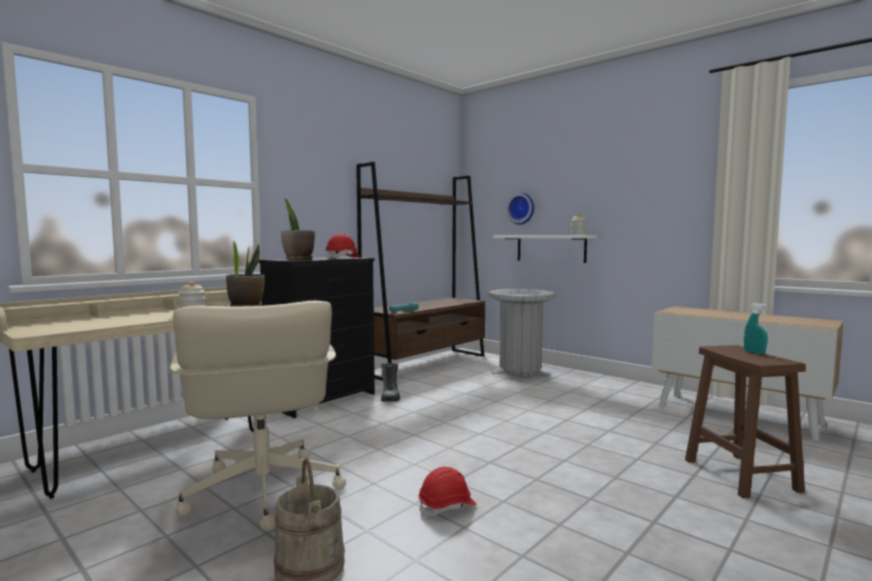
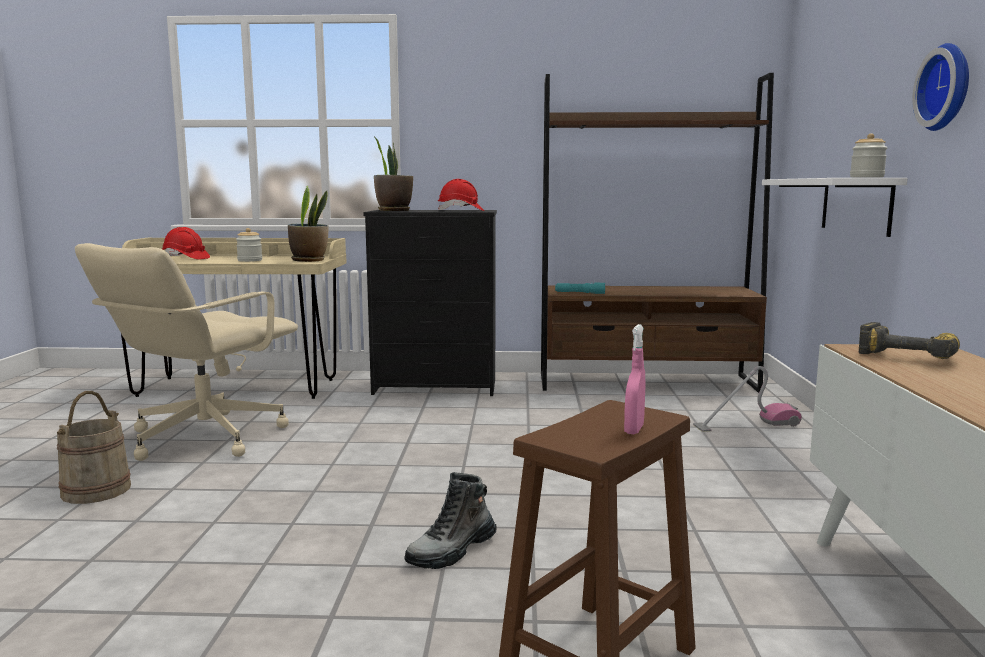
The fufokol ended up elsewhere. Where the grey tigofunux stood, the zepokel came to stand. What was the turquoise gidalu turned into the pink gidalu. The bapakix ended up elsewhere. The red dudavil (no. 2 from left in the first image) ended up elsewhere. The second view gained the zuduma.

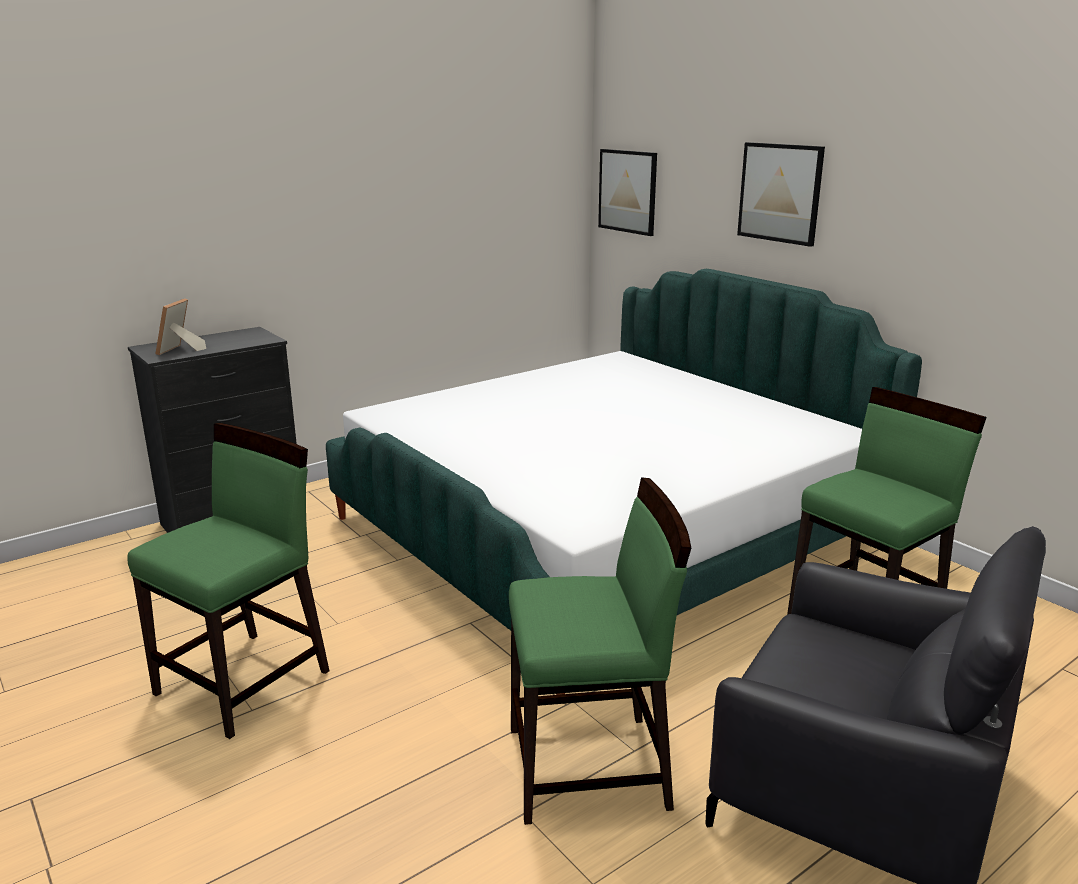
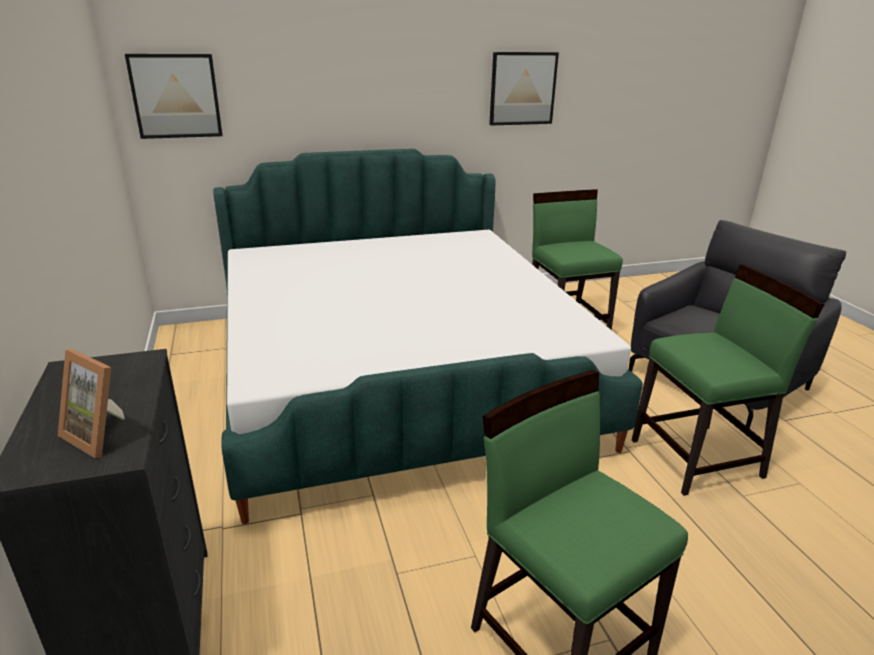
The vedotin (no. 2 from left) ended up elsewhere. The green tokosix (no. 2 from left in the first image) ended up facing another way, 60 degrees clockwise from before.

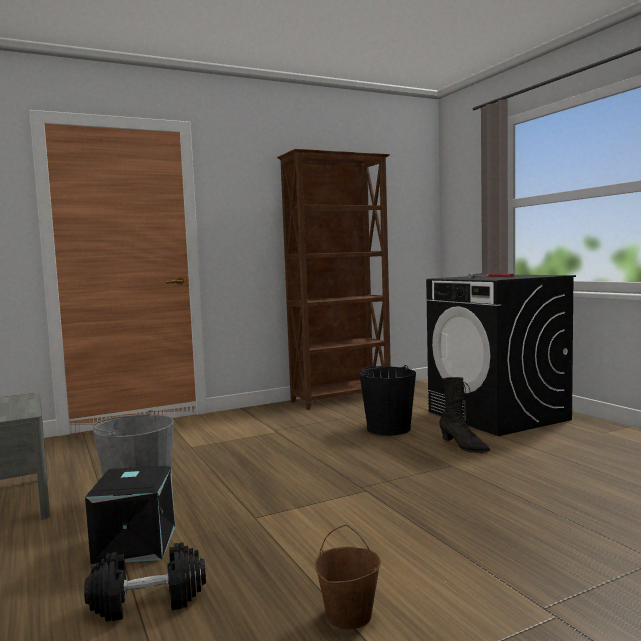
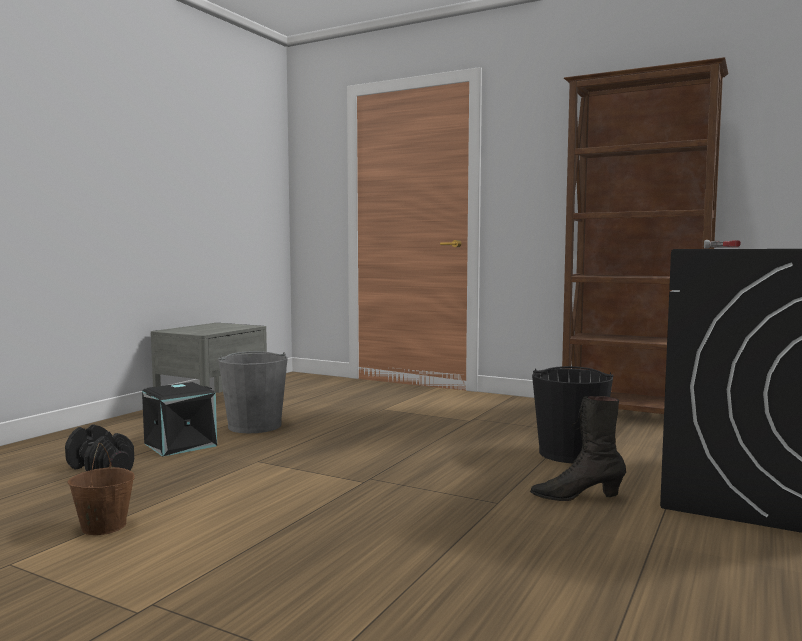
The black bapakix ended up facing another way, 75 degrees clockwise from before.

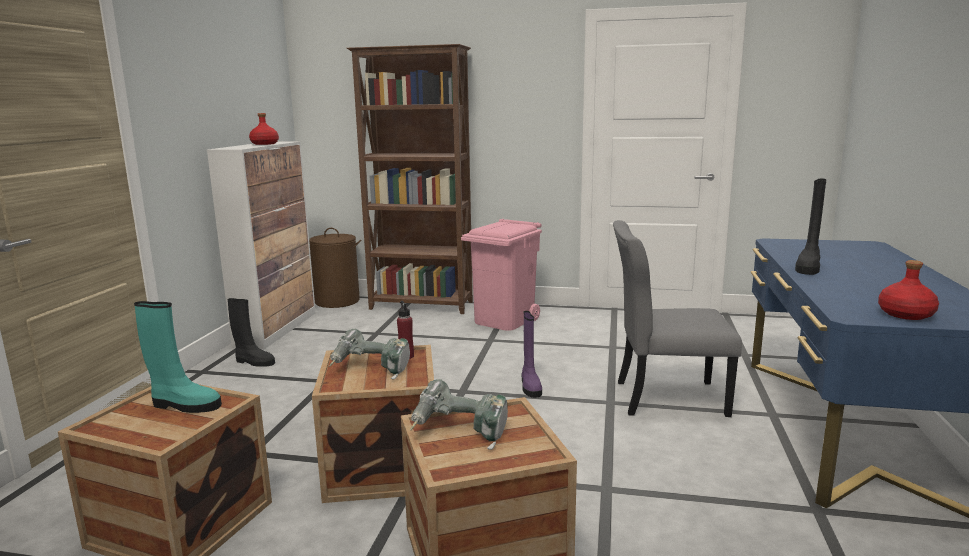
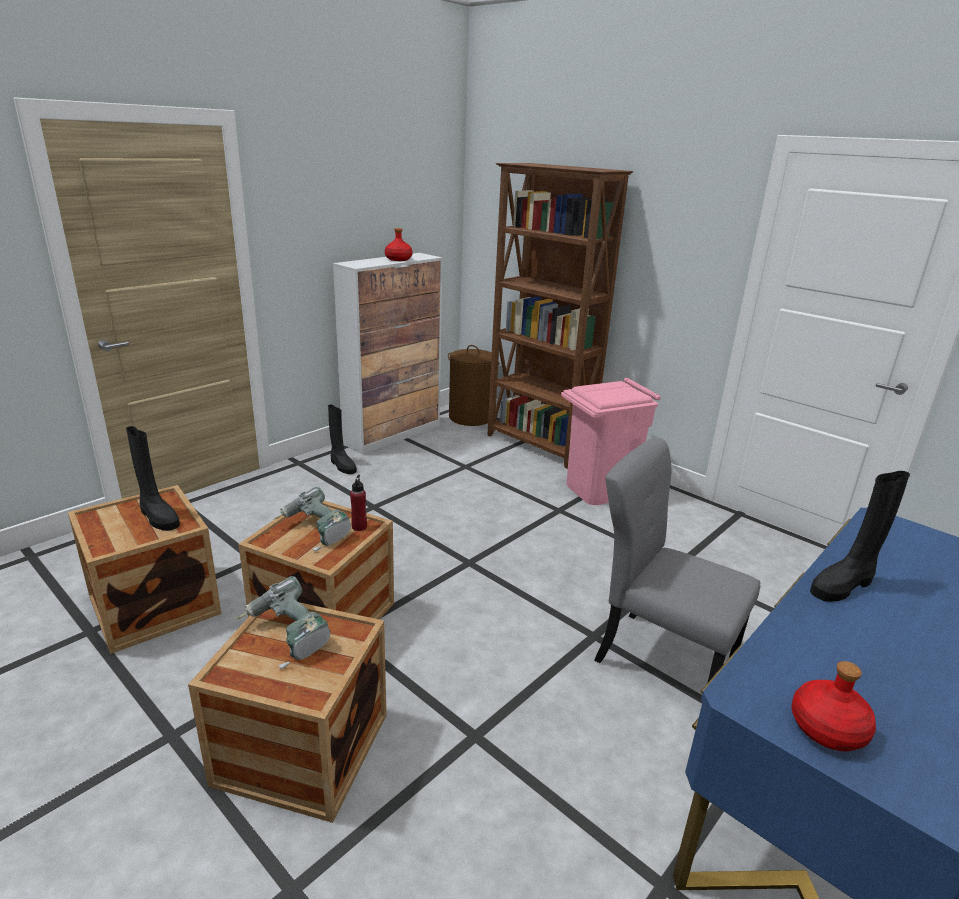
What was the turquoise bapakix turned into the black bapakix (no. 1 from left). The second view lost the purple bapakix.

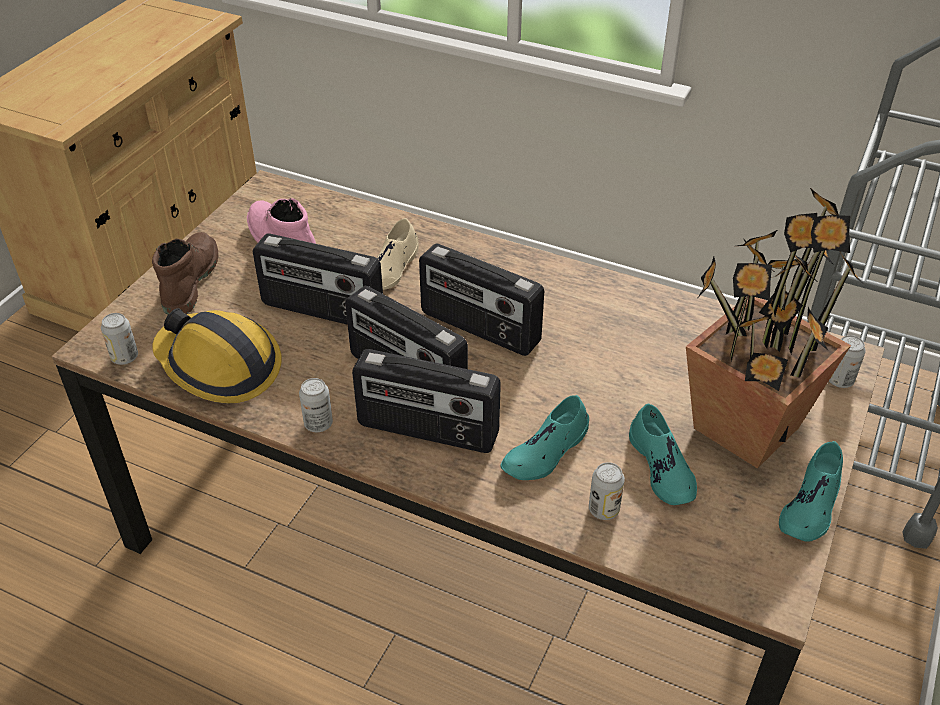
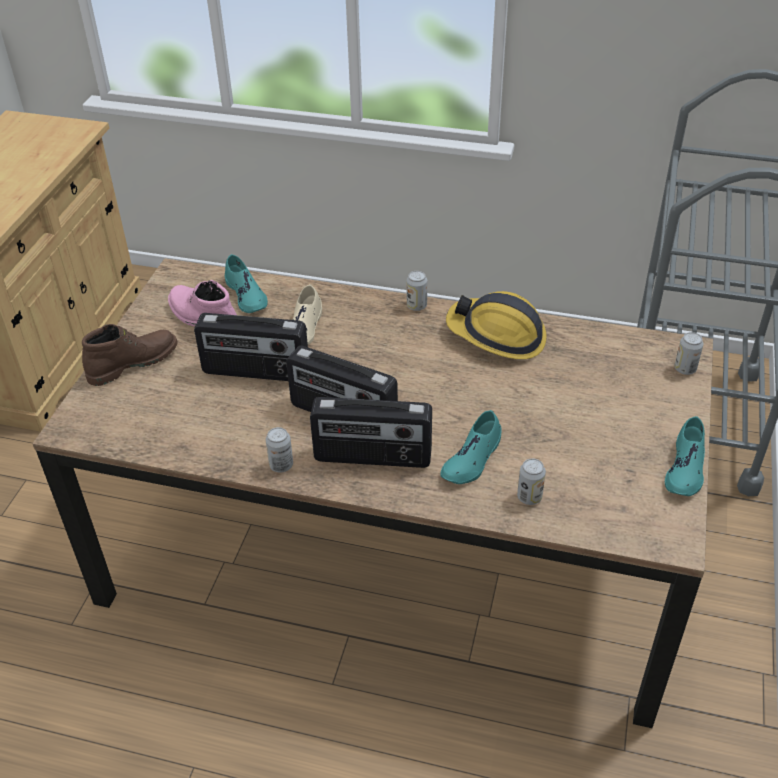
The second view lost the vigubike. The brown bapakix ended up facing another way, 60 degrees clockwise from before. The second view lost the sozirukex (no. 4 from left). The dudavil ended up elsewhere. The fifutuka (no. 1 from left in the first image) ended up elsewhere. The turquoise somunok (no. 2 from left in the first image) ended up elsewhere.

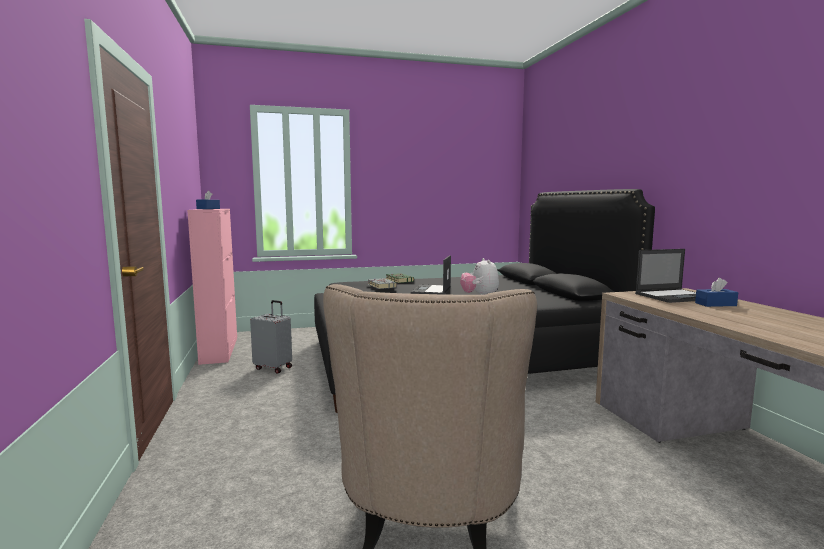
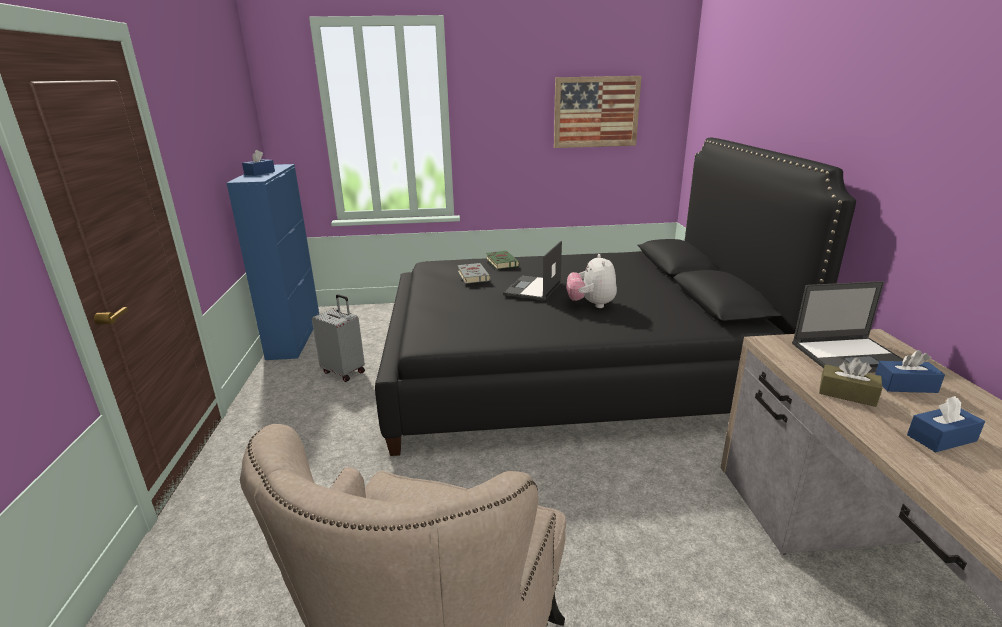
What was the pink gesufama turned into the blue gesufama. The second view gained the vedotin. The second view gained the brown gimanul. The second view gained the blue gimanul (no. 3 from left).

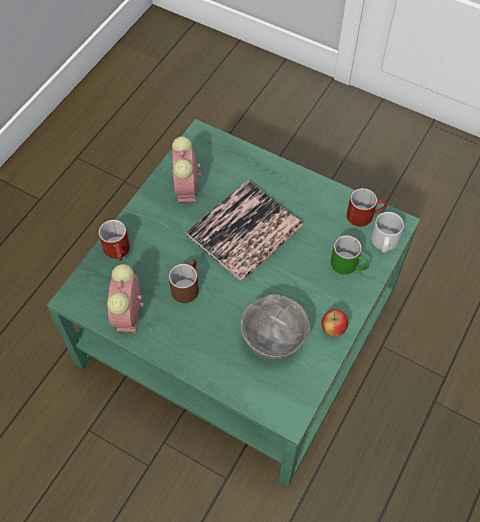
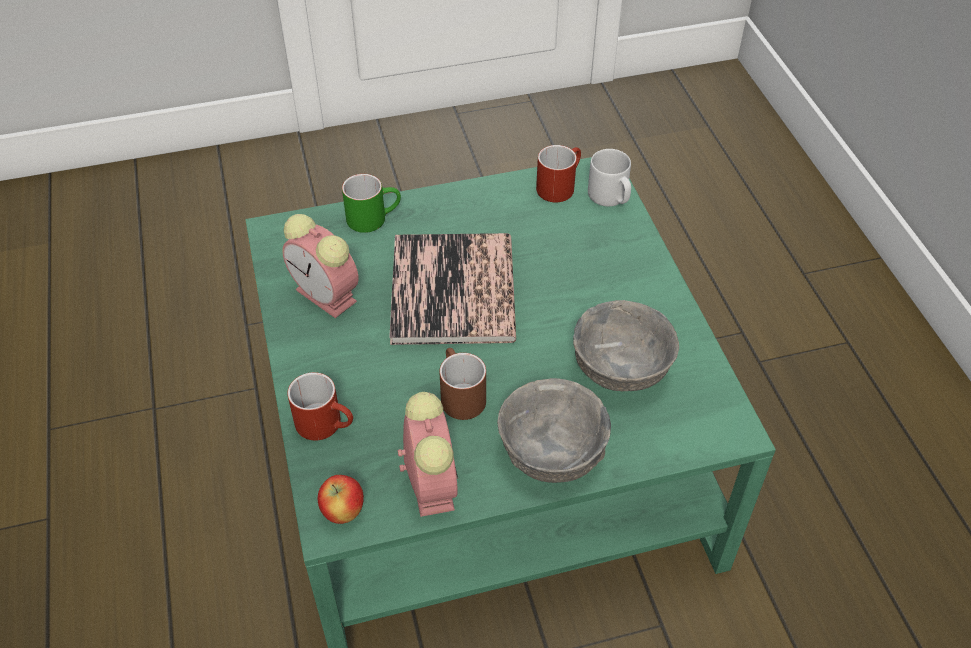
The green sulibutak ended up elsewhere. The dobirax (no. 1 from left in the first image) ended up facing another way, 150 degrees counterclockwise from before. The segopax ended up elsewhere. The second view gained the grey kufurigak (no. 1 from left).

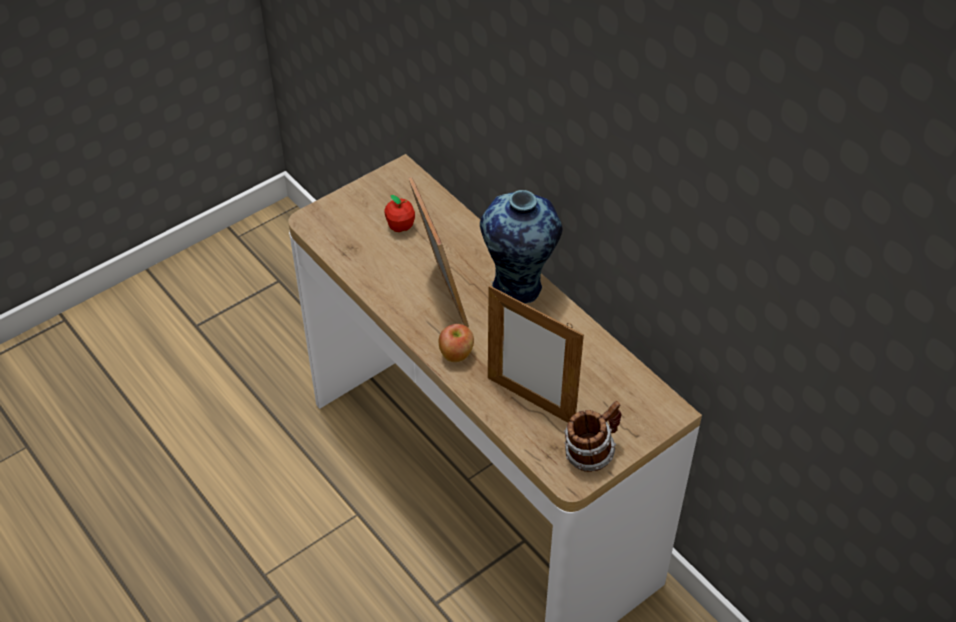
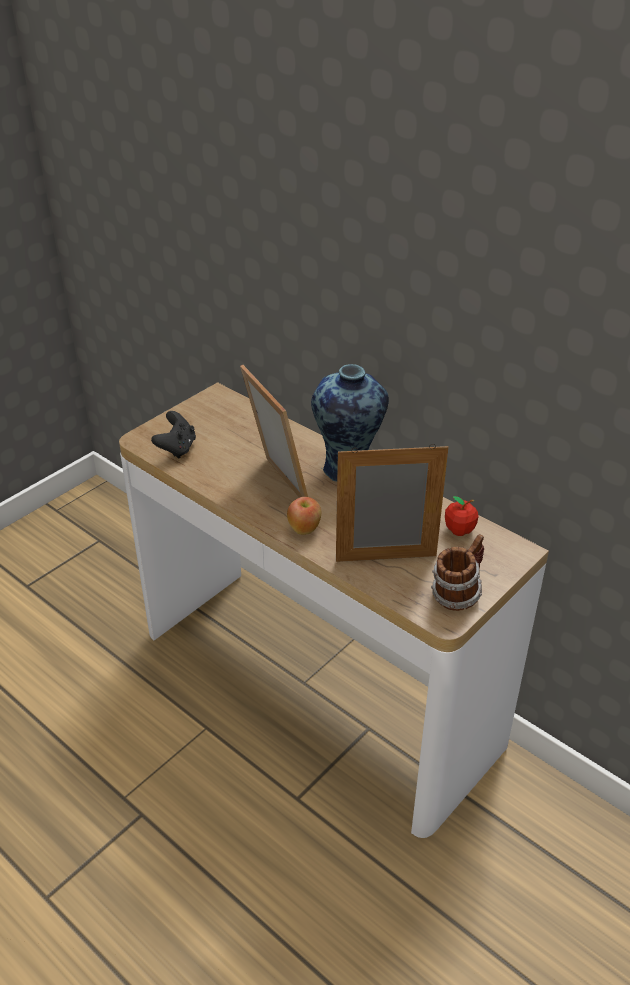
The segopax (no. 1 from left in the first image) ended up elsewhere. The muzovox (no. 2 from left) ended up facing another way, 150 degrees clockwise from before. The second view gained the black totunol.

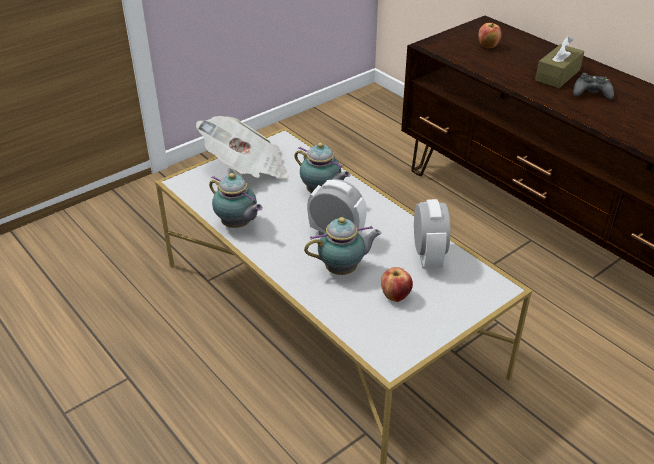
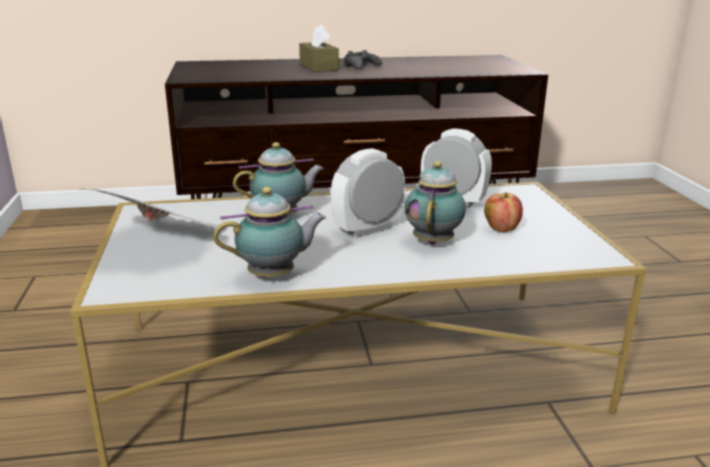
The second view lost the segopax (no. 2 from left).

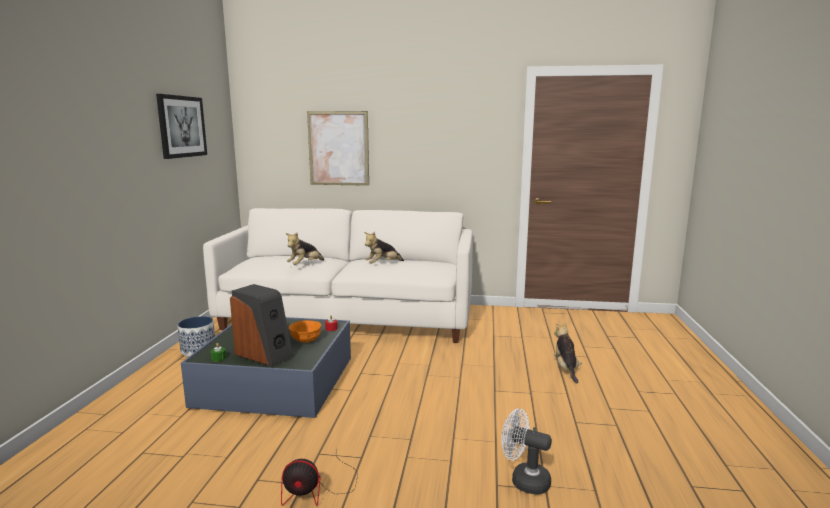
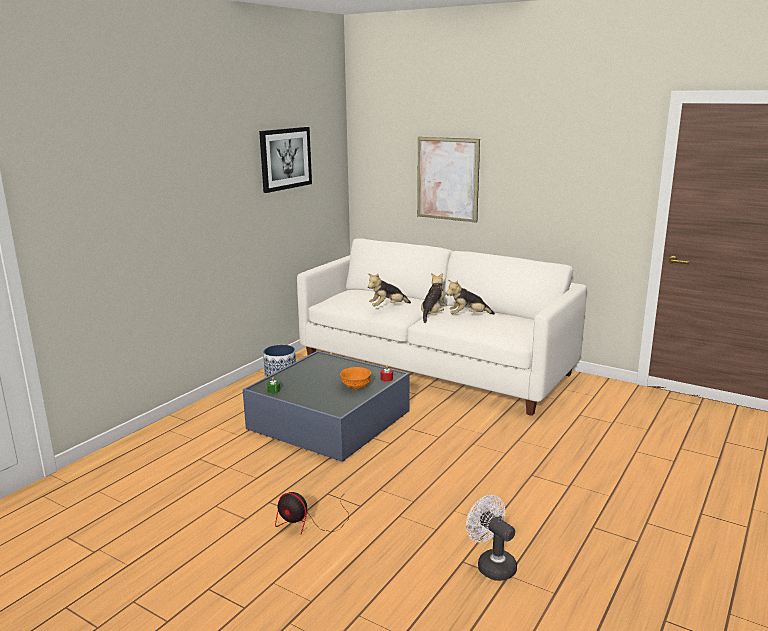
The second view lost the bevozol. The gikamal (no. 3 from left in the first image) ended up elsewhere.

